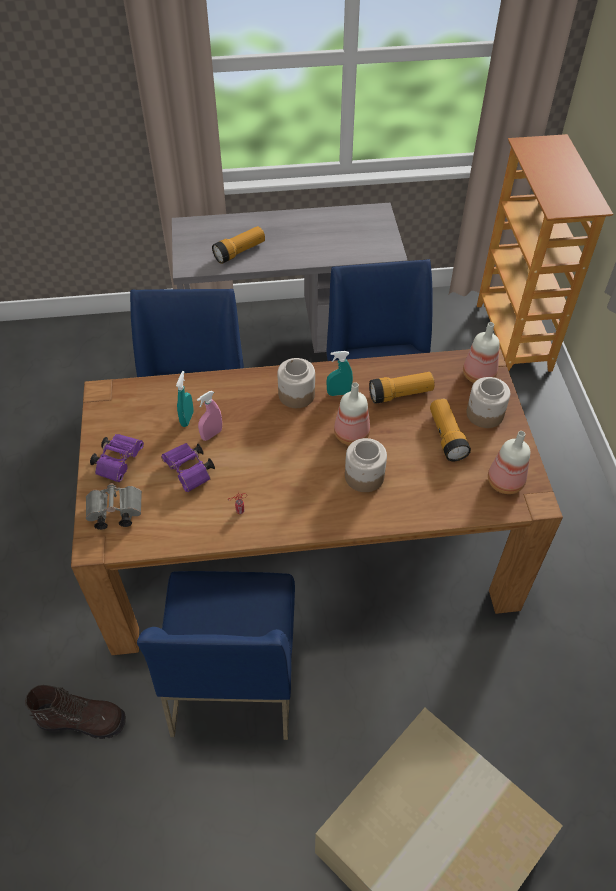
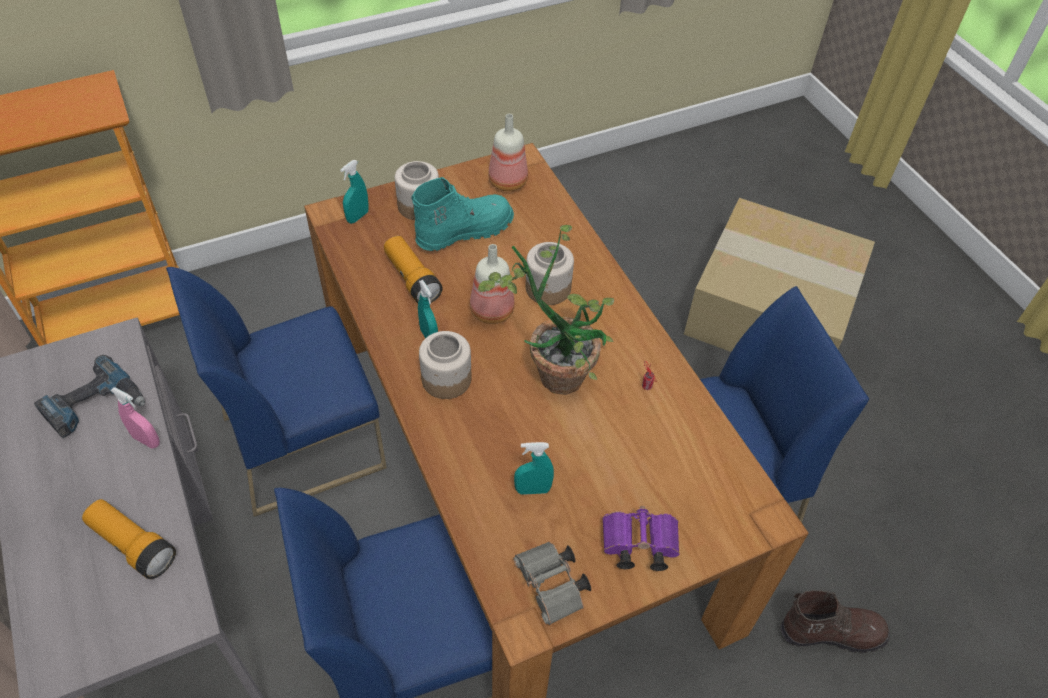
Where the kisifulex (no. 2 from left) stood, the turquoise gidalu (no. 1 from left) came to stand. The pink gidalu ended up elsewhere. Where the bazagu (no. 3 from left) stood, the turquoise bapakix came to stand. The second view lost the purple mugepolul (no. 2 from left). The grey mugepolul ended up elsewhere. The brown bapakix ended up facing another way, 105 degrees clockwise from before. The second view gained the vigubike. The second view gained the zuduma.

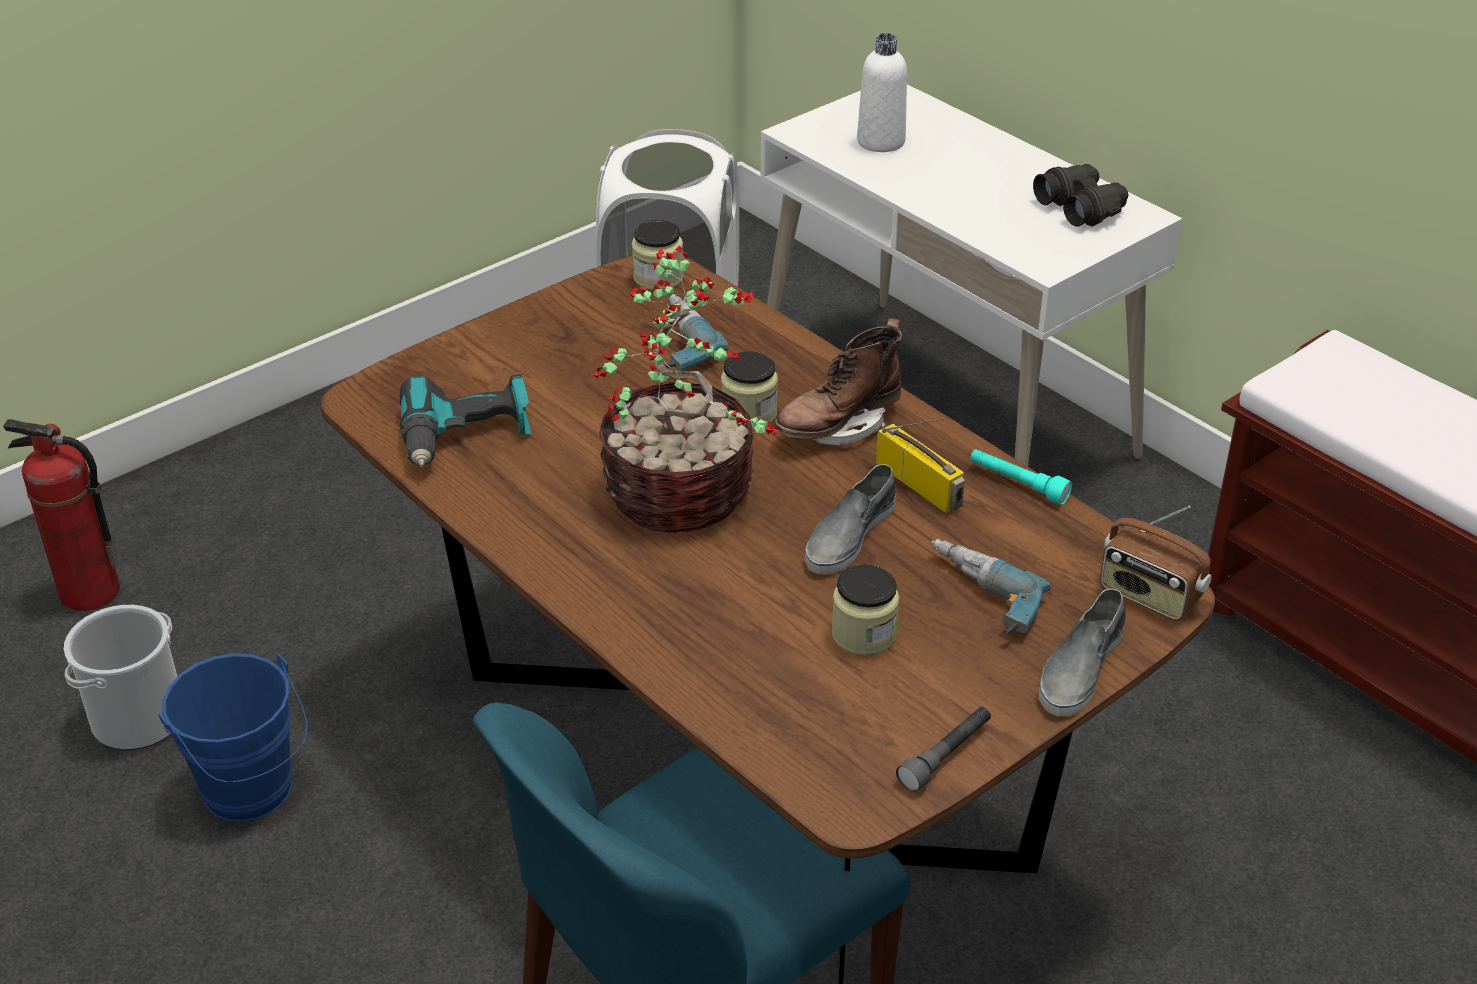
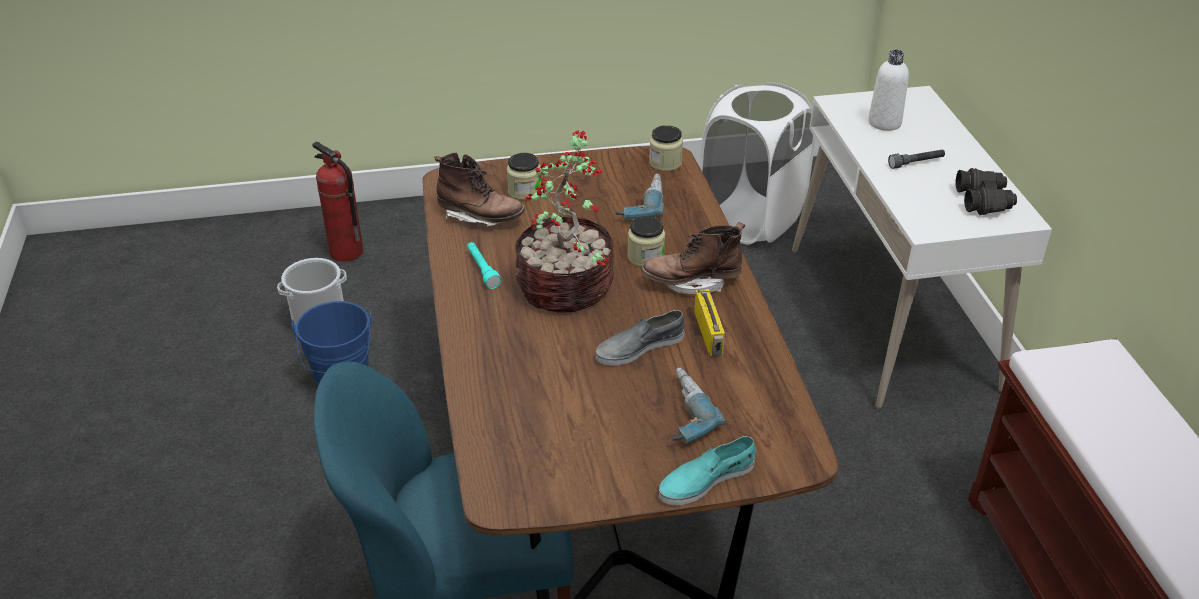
Where the zuduma (no. 1 from left) stood, the brown bapakix (no. 1 from left) came to stand. The turquoise bazagu ended up elsewhere. The second view lost the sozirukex (no. 2 from left). The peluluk (no. 3 from left in the first image) ended up elsewhere. What was the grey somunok (no. 2 from left) turned into the turquoise somunok. The grey bazagu ended up elsewhere.

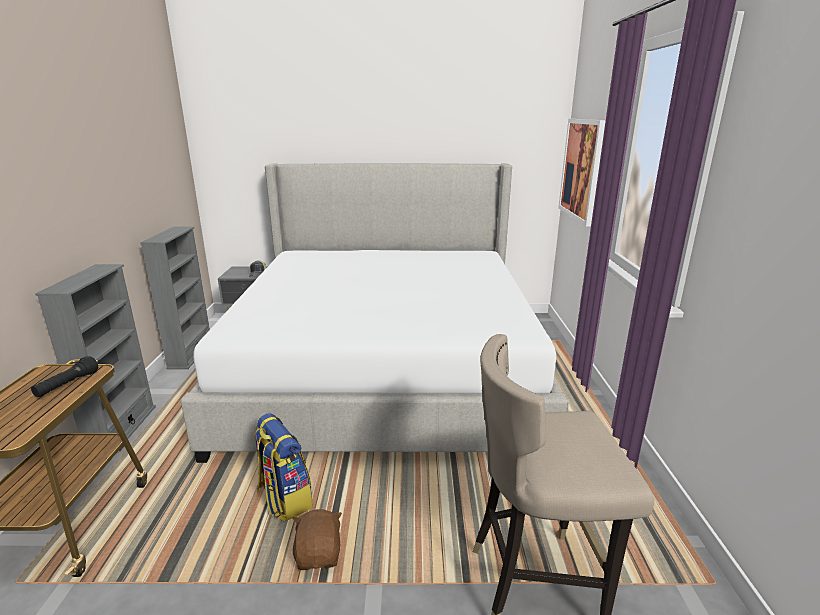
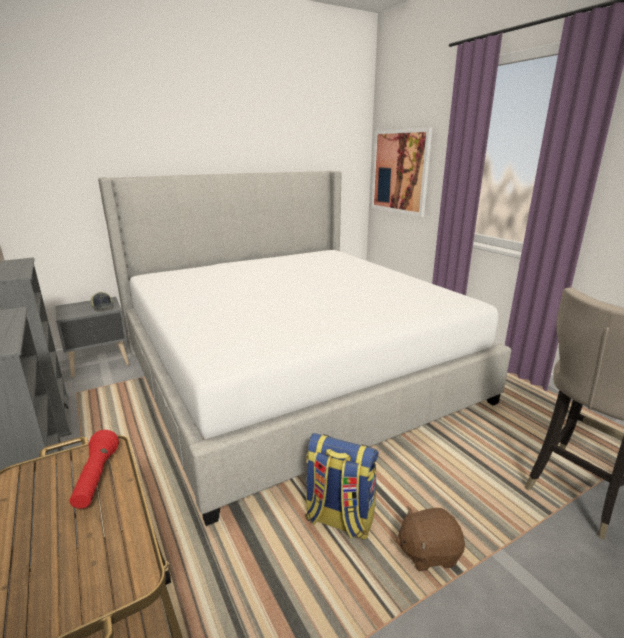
What was the black bazagu turned into the red bazagu. The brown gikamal ended up facing another way, 60 degrees counterclockwise from before.

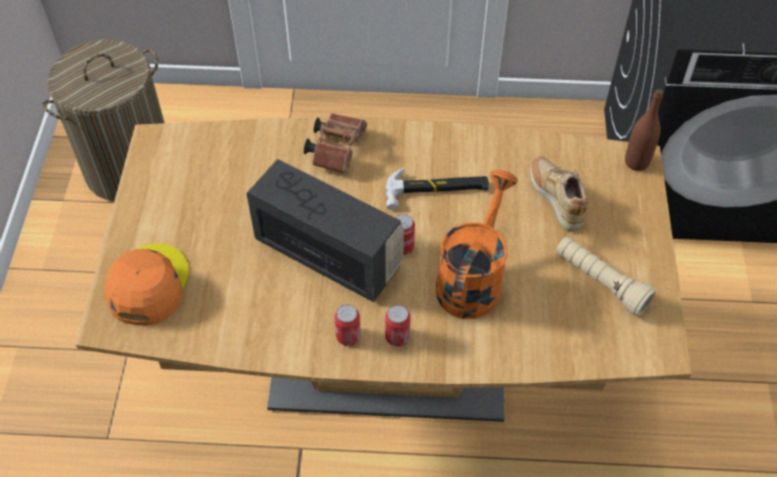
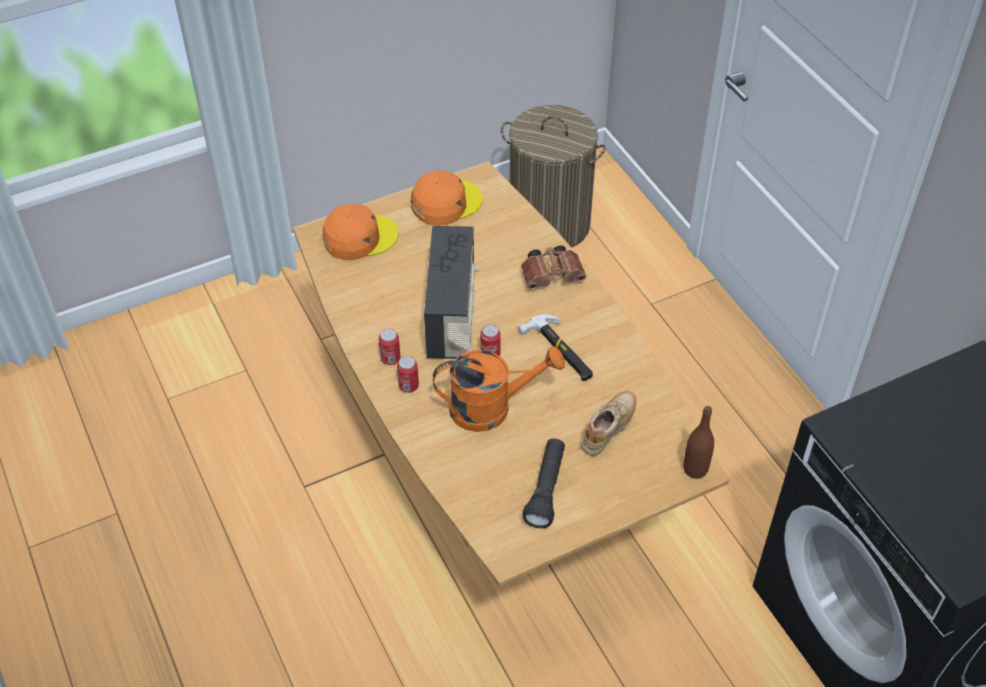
What was the beige bazagu turned into the black bazagu. The second view gained the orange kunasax (no. 2 from left).

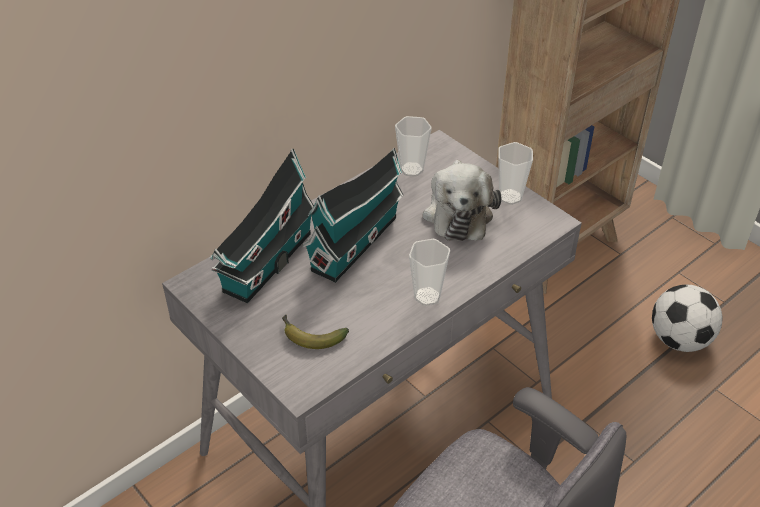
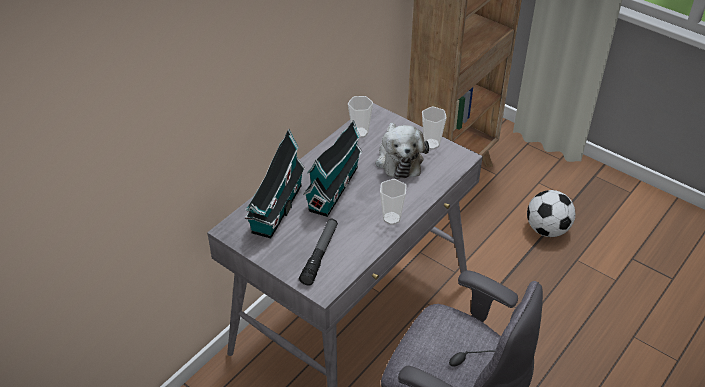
Where the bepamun stood, the bazagu came to stand.

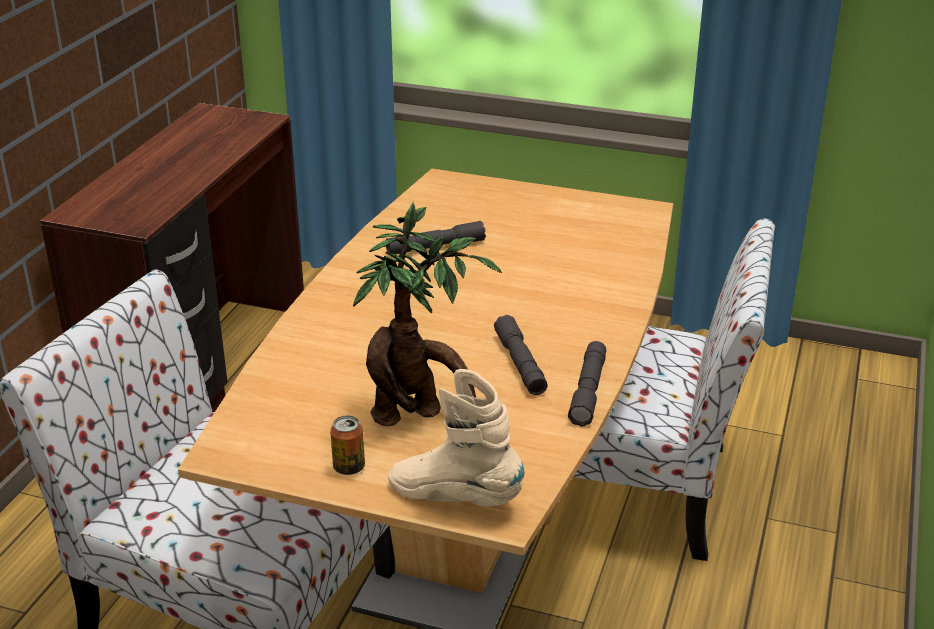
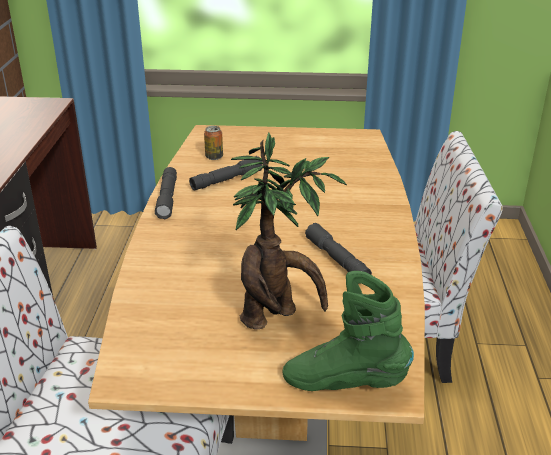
The grey bazagu (no. 3 from left in the first image) ended up elsewhere. What was the beige bapakix turned into the green bapakix. The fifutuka ended up elsewhere.

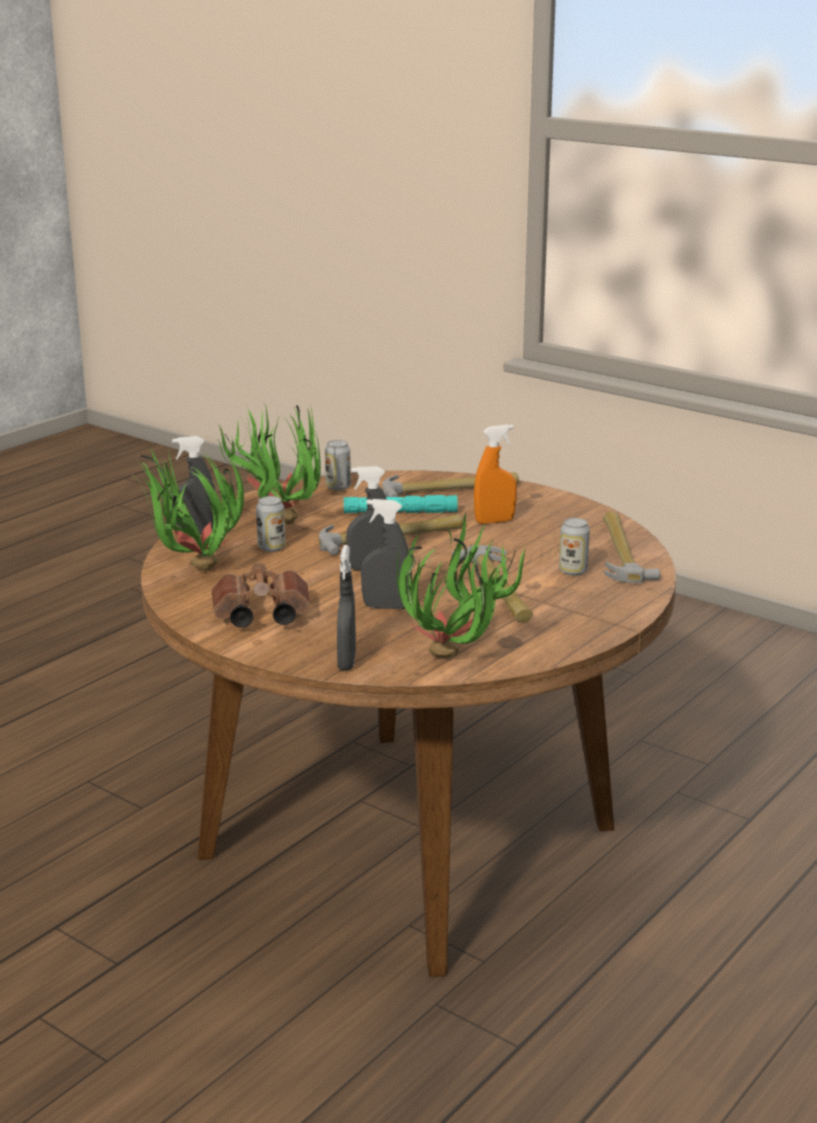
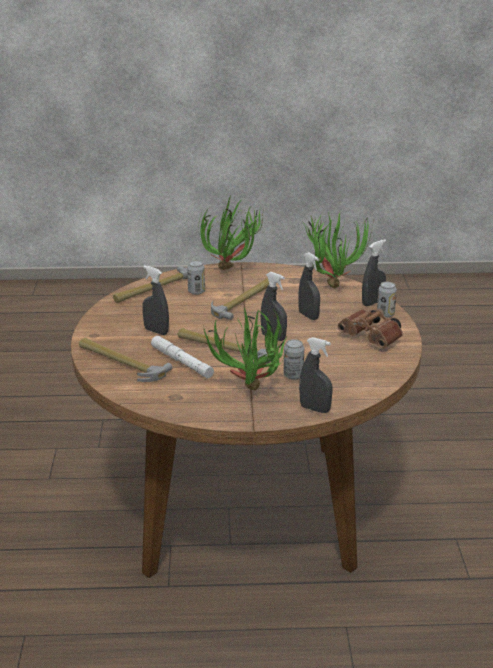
What was the orange gidalu turned into the grey gidalu (no. 1 from left). The fifutuka (no. 2 from left in the first image) ended up elsewhere. The vigubike (no. 1 from left) ended up elsewhere. What was the turquoise bazagu turned into the white bazagu.

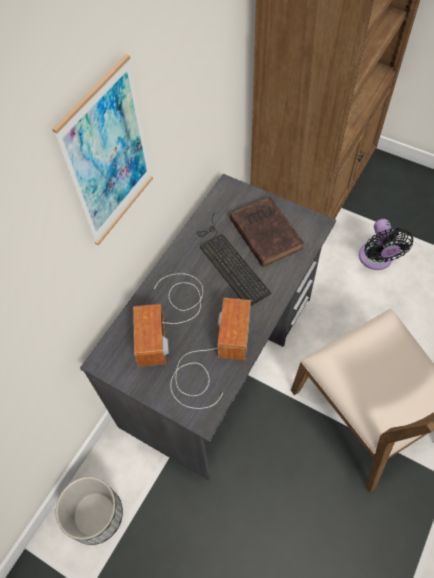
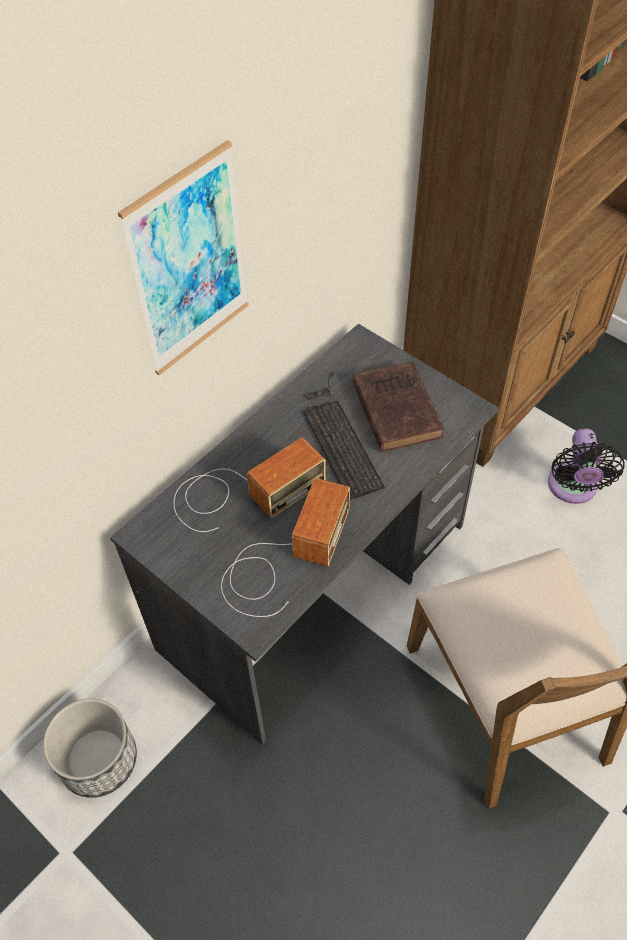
The sozirukex (no. 1 from left) ended up facing another way, 135 degrees counterclockwise from before.

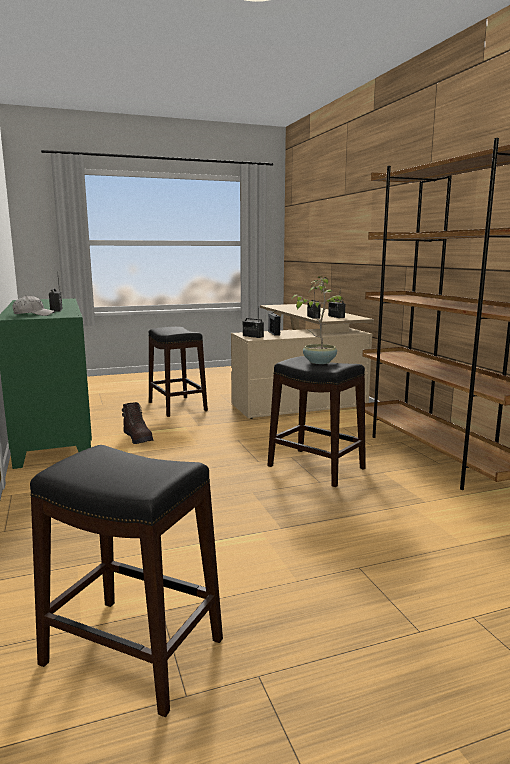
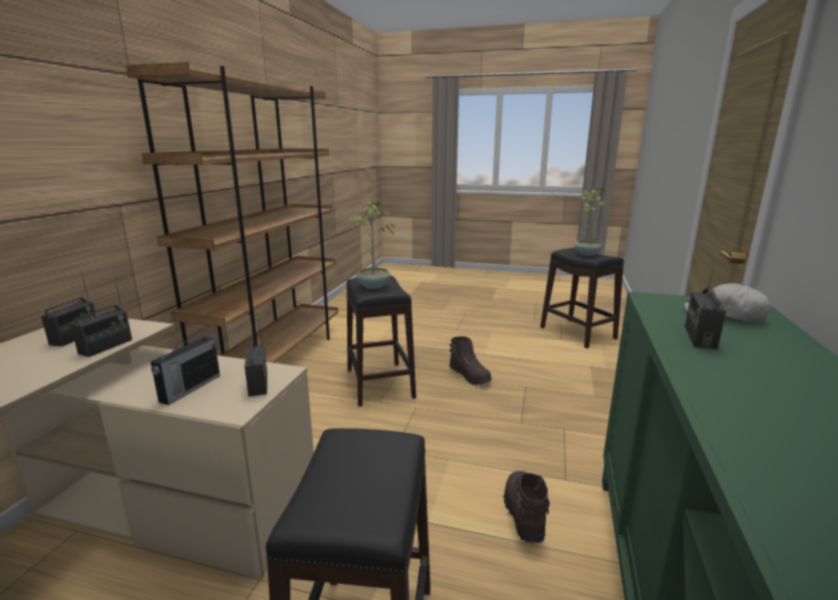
The second view gained the vigubike (no. 2 from left). The second view gained the brown bapakix (no. 1 from left).

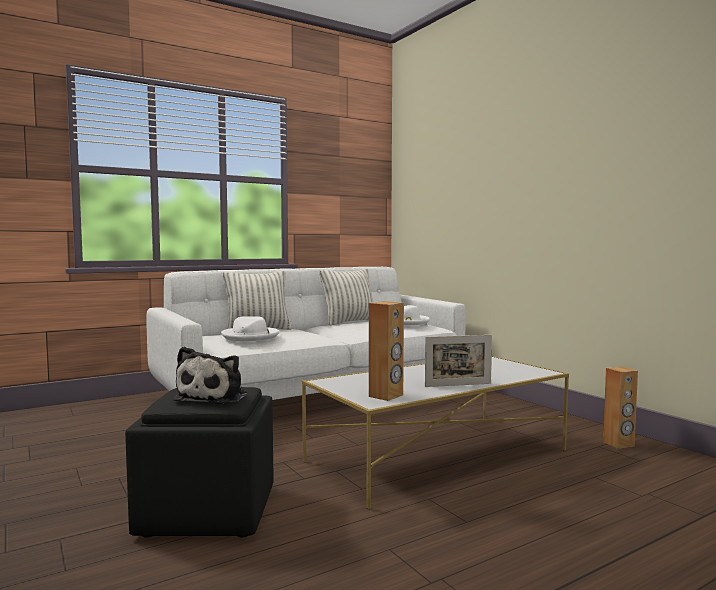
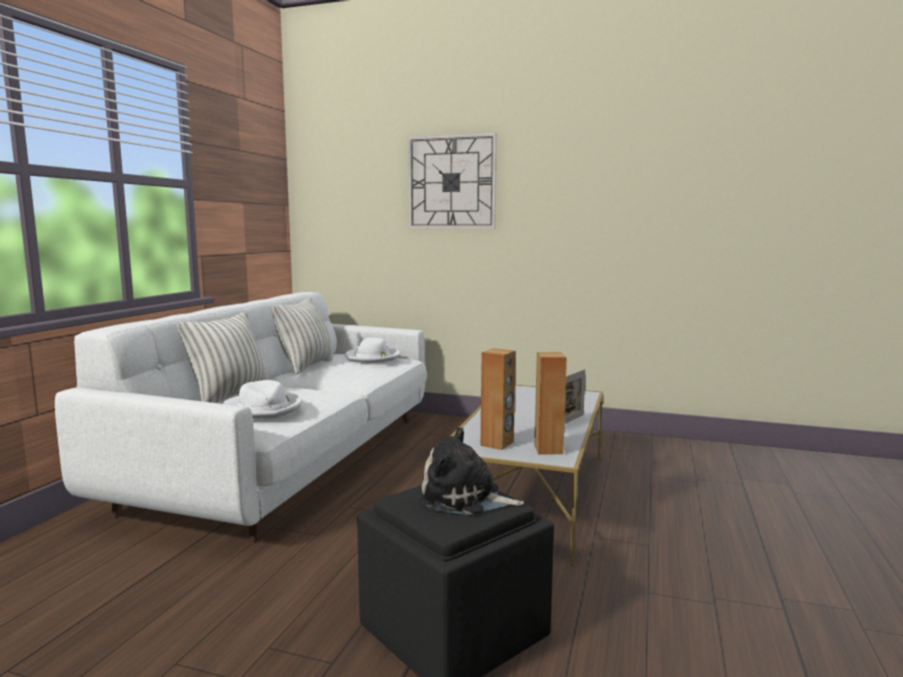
The gikamal ended up facing another way, 135 degrees clockwise from before. The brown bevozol (no. 2 from left in the first image) ended up elsewhere. The second view gained the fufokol.

